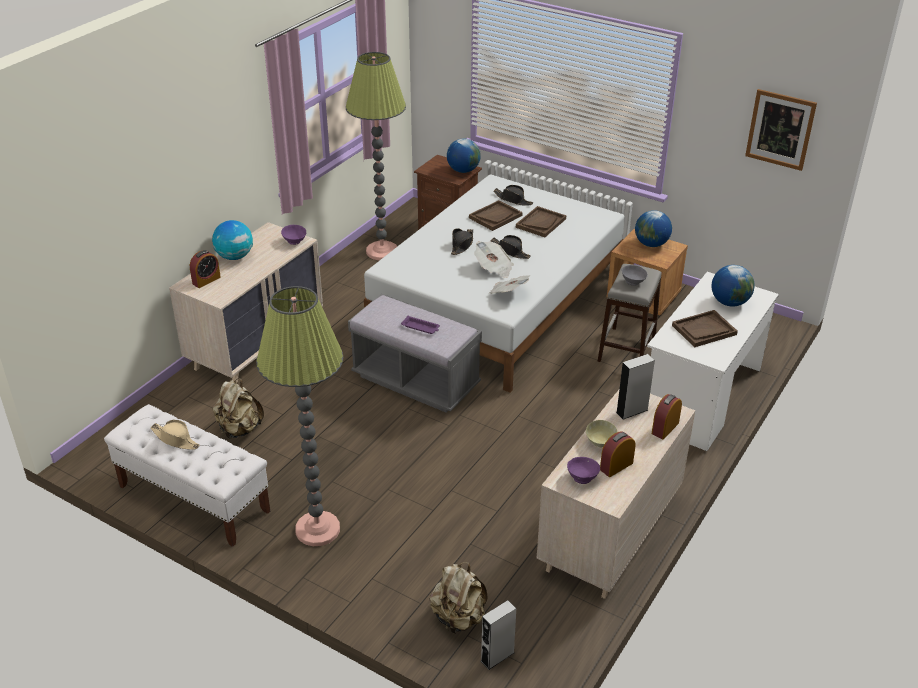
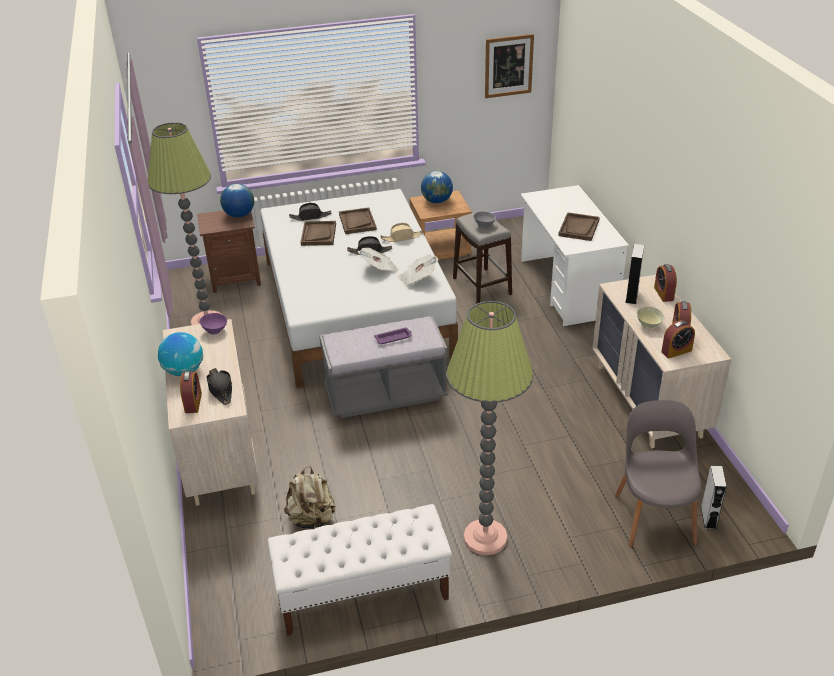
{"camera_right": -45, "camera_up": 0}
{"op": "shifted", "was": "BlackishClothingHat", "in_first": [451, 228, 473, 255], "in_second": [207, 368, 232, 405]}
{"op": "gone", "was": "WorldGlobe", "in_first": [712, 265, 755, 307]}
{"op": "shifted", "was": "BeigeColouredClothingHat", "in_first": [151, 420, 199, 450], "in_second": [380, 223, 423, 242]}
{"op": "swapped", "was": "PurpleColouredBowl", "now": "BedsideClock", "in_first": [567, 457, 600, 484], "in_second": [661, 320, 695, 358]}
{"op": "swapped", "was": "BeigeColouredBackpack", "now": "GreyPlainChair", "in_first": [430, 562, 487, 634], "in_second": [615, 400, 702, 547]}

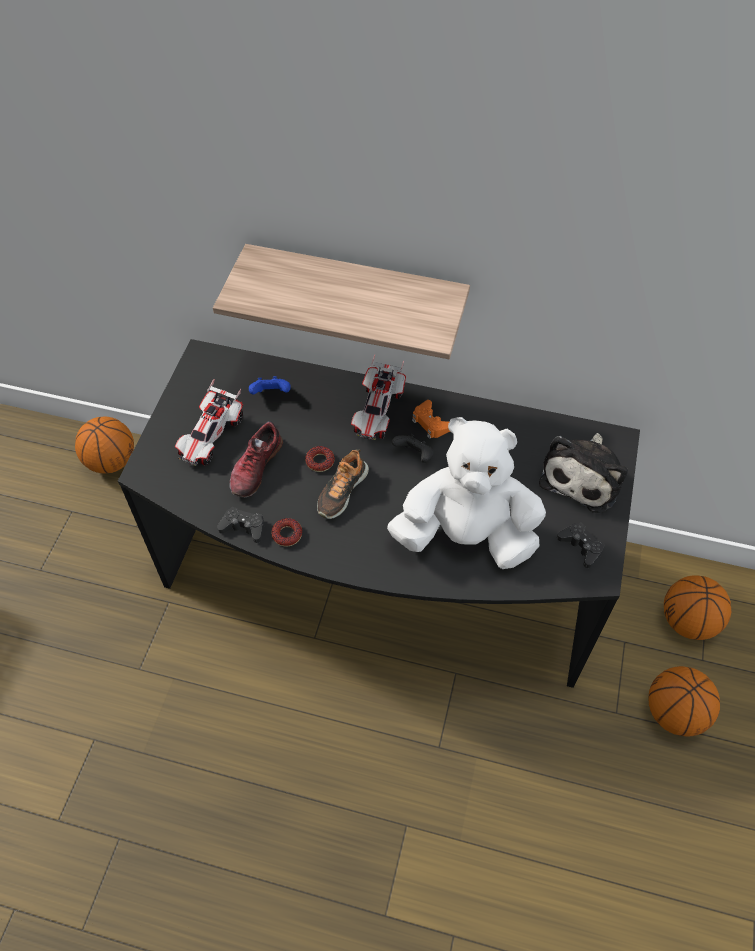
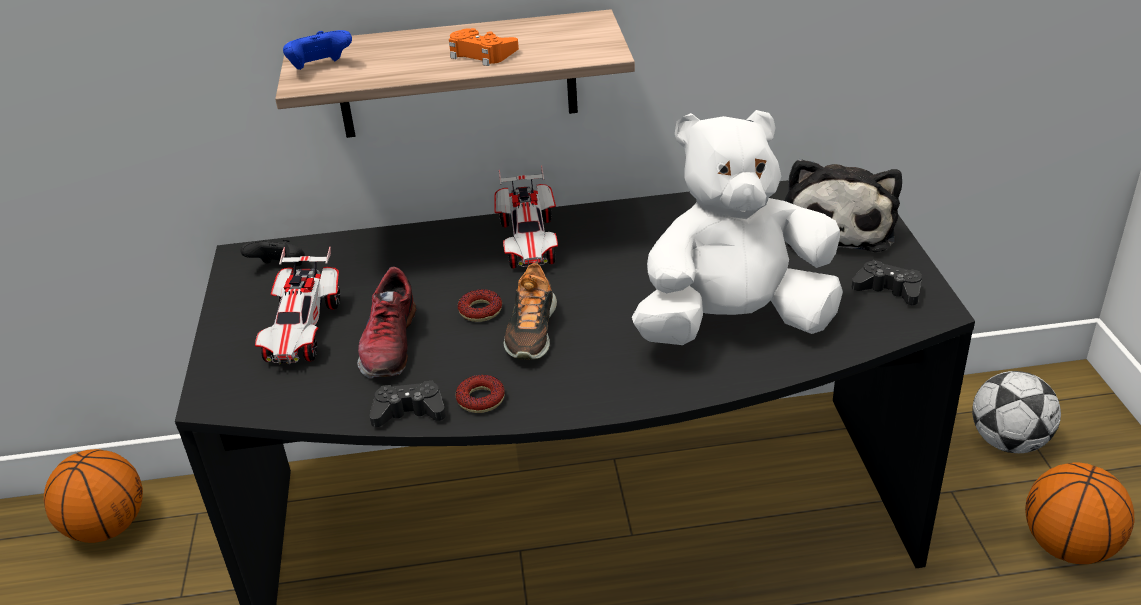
{"camera_right": -20, "camera_up": -20}
{"op": "shifted", "was": "BluishGamepad", "in_first": [249, 376, 291, 394], "in_second": [283, 30, 352, 70]}
{"op": "shifted", "was": "OrangeColouredGamepad", "in_first": [412, 400, 450, 439], "in_second": [449, 28, 519, 66]}
{"op": "shifted", "was": "BlackishGamepad", "in_first": [392, 434, 434, 463], "in_second": [240, 239, 305, 266]}
{"op": "swapped", "was": "Basketball", "now": "Football", "in_first": [664, 575, 731, 640], "in_second": [972, 371, 1061, 453]}

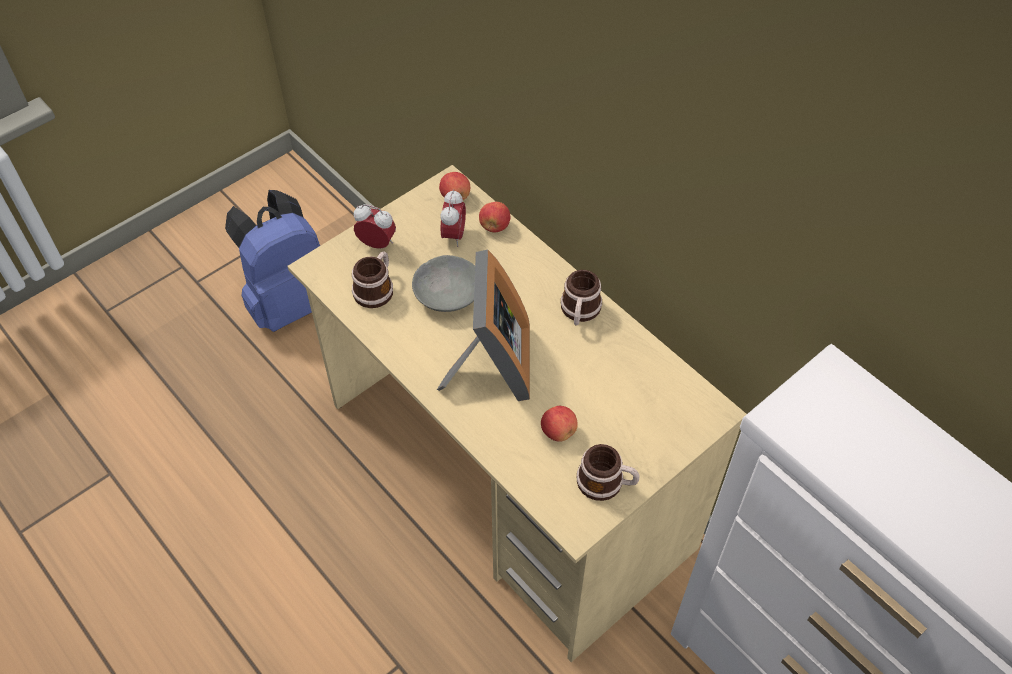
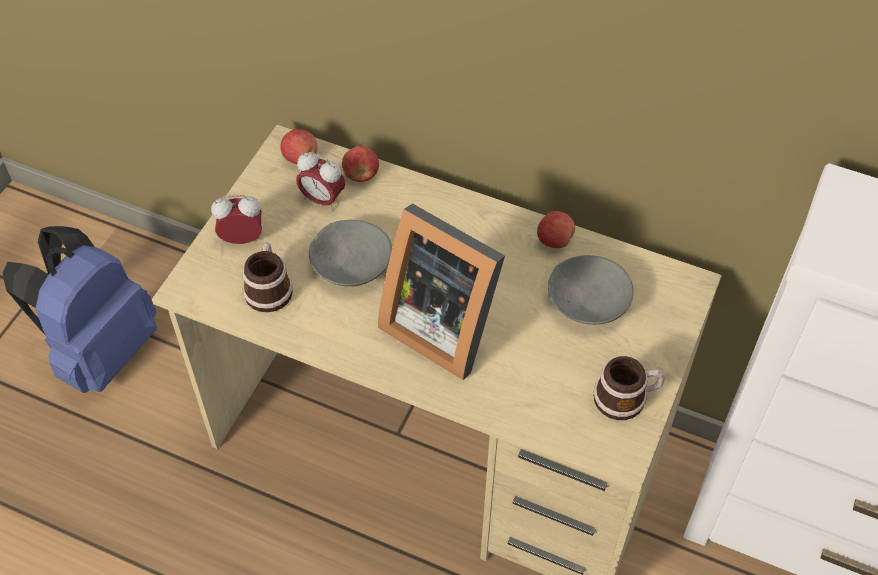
{"camera_right": -25, "camera_up": 0}
{"op": "rotated", "was": "BedsideClock", "in_first": [440, 189, 466, 247], "in_second": [296, 152, 345, 211], "clockwise": 135}
{"op": "rotated", "was": "PhotoFrame", "in_first": [437, 250, 530, 401], "in_second": [378, 203, 505, 380], "clockwise": 150}
{"op": "gone", "was": "TeaMug", "in_first": [561, 270, 602, 326]}
{"op": "shifted", "was": "AppleFruit", "in_first": [541, 406, 578, 442], "in_second": [537, 211, 575, 248]}
{"op": "new", "now": "GreyBowl", "in_second": [548, 255, 634, 325]}

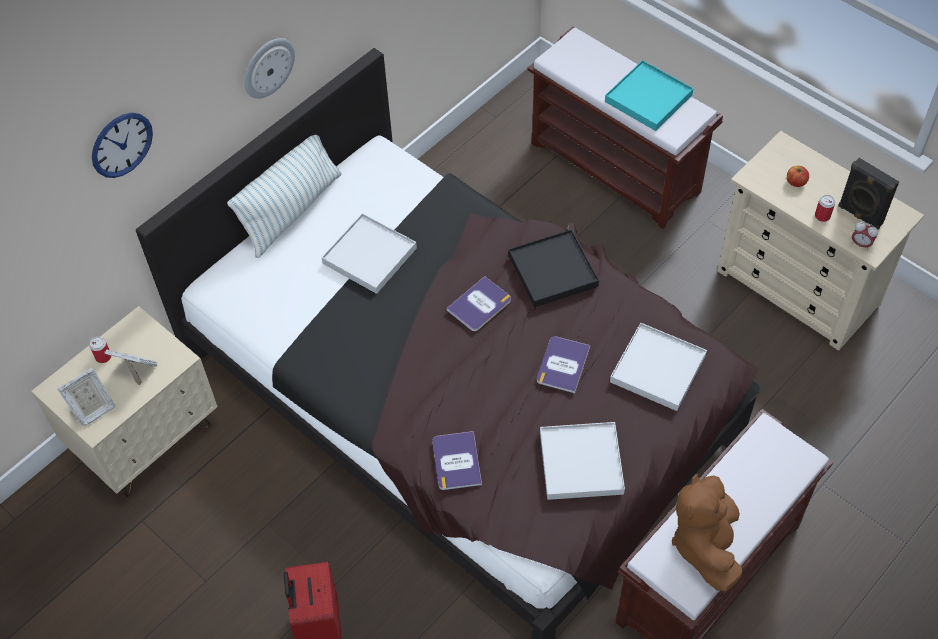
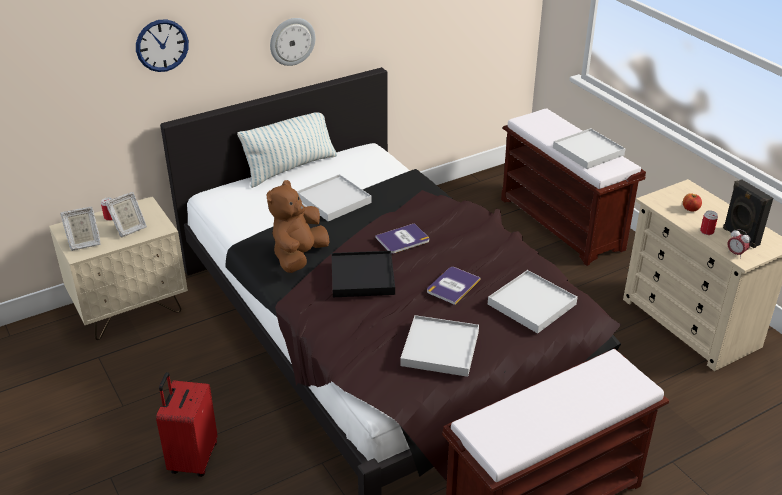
{"camera_right": 15, "camera_up": -20}
{"op": "repainted", "was": "TurquoiseCarryingTray", "now": "WhiteColouredCarryingTray", "in_first": [605, 60, 694, 131], "in_second": [553, 128, 625, 169]}
{"op": "shifted", "was": "BlackishCarryingTray", "in_first": [508, 229, 599, 307], "in_second": [331, 251, 395, 297]}
{"op": "rotated", "was": "PhotoFrame", "in_first": [104, 349, 157, 385], "in_second": [105, 192, 147, 237], "clockwise": 105}
{"op": "gone", "was": "Volume", "in_first": [433, 431, 482, 490]}
{"op": "shifted", "was": "BrownSoftToy", "in_first": [672, 474, 743, 591], "in_second": [267, 180, 329, 273]}

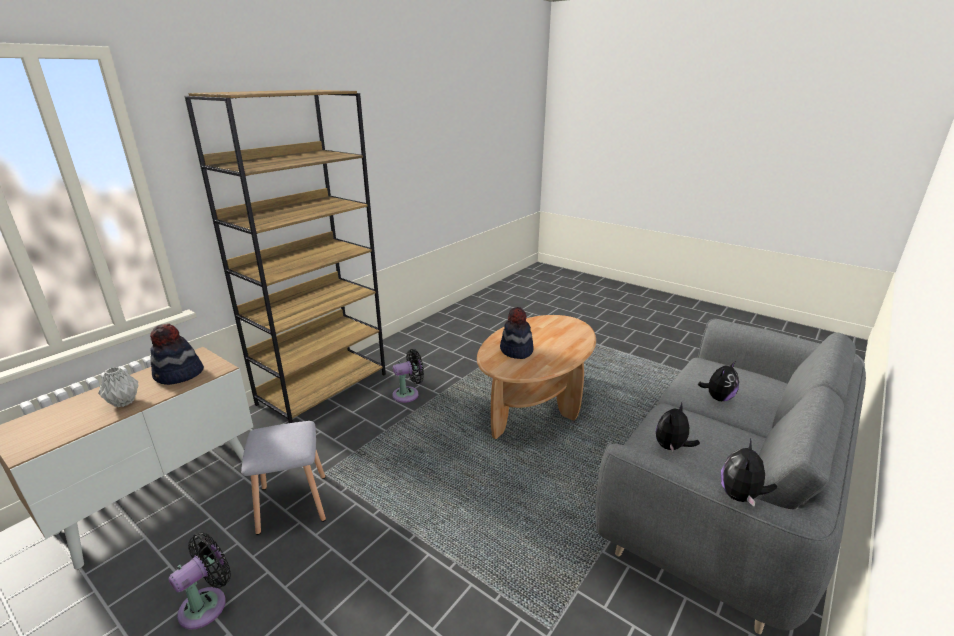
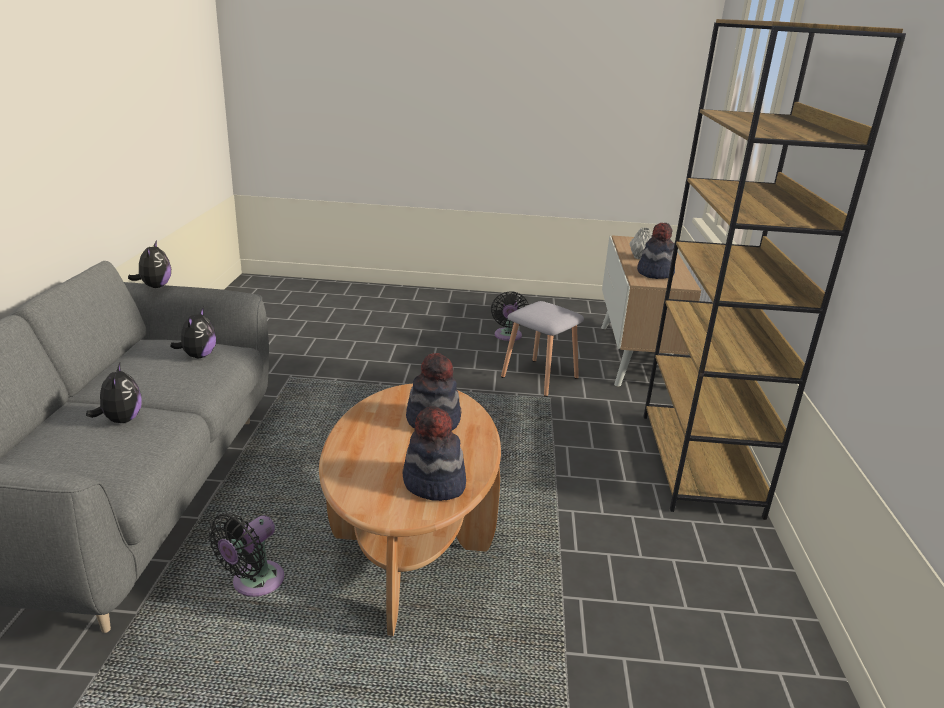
{"camera_right": 145, "camera_up": 0}
{"op": "shifted", "was": "BlackishCoolingFan", "in_first": [392, 349, 424, 403], "in_second": [209, 513, 284, 597]}
{"op": "rotated", "was": "SoftToy", "in_first": [698, 362, 739, 401], "in_second": [86, 363, 142, 423], "clockwise": 150}
{"op": "new", "now": "ClothingHat", "in_second": [402, 406, 466, 501]}

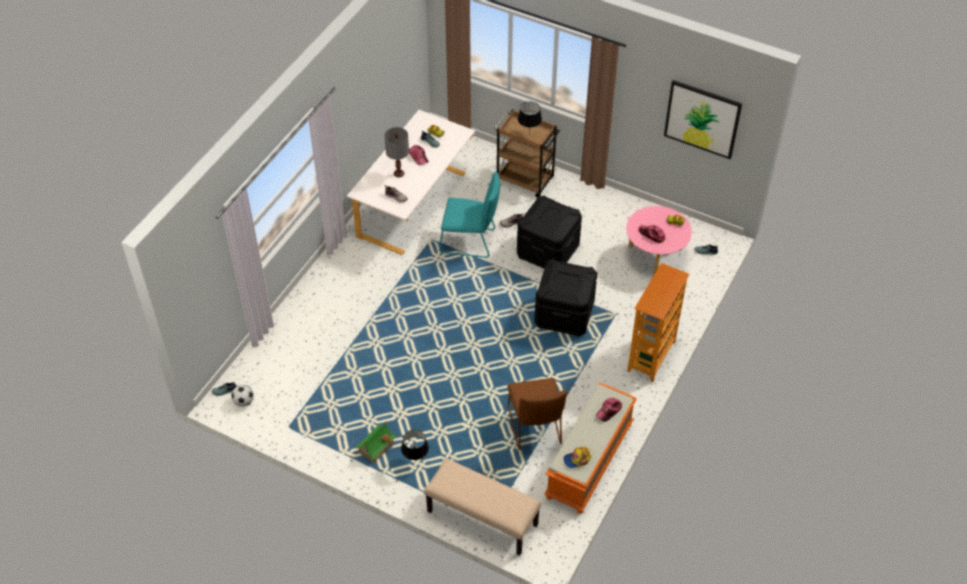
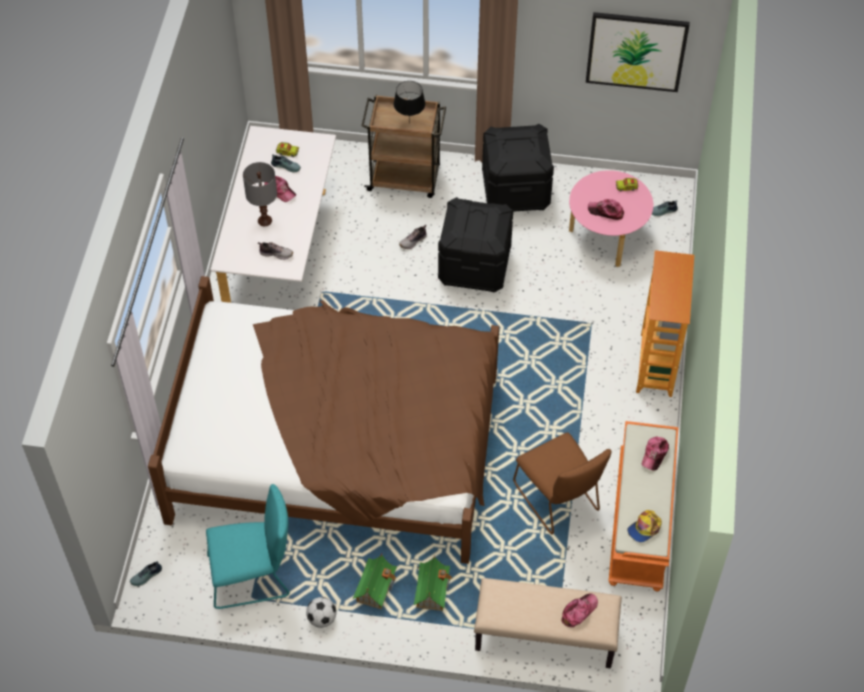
{"camera_right": -20, "camera_up": 5}
{"op": "shifted", "was": "TurquoisePlainChair", "in_first": [439, 172, 500, 258], "in_second": [206, 484, 290, 609]}
{"op": "shifted", "was": "BlackishStorageBin", "in_first": [534, 259, 597, 337], "in_second": [482, 124, 554, 212]}
{"op": "shifted", "was": "Football", "in_first": [231, 385, 254, 407], "in_second": [306, 597, 336, 628]}
{"op": "swapped", "was": "BlackishTabletopLamp", "now": "ModelHouse", "in_first": [401, 430, 429, 460], "in_second": [414, 556, 452, 611]}
{"op": "new", "now": "BrownBedroomBed", "in_second": [148, 276, 499, 564]}
{"op": "new", "now": "BaseballCap", "in_second": [561, 593, 598, 627]}

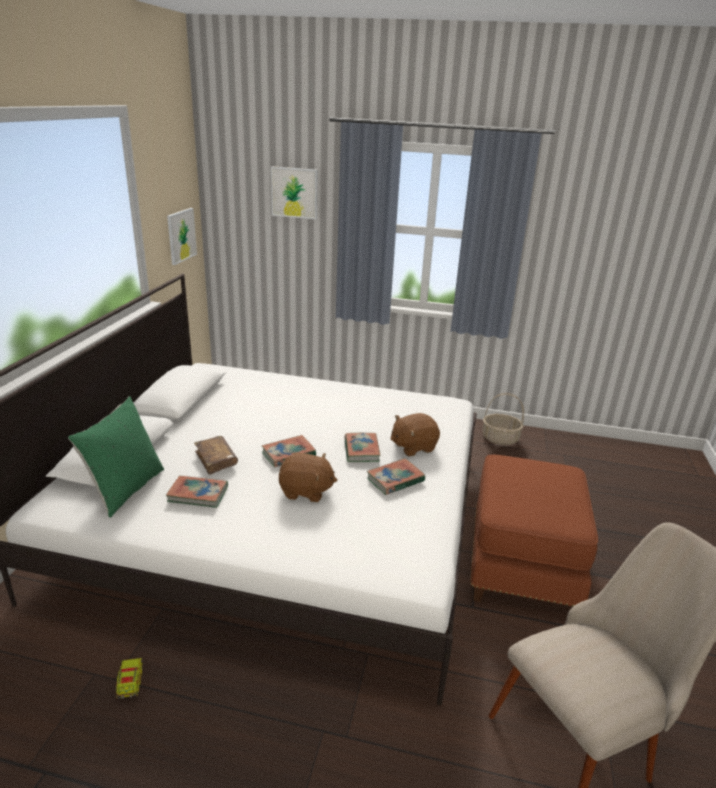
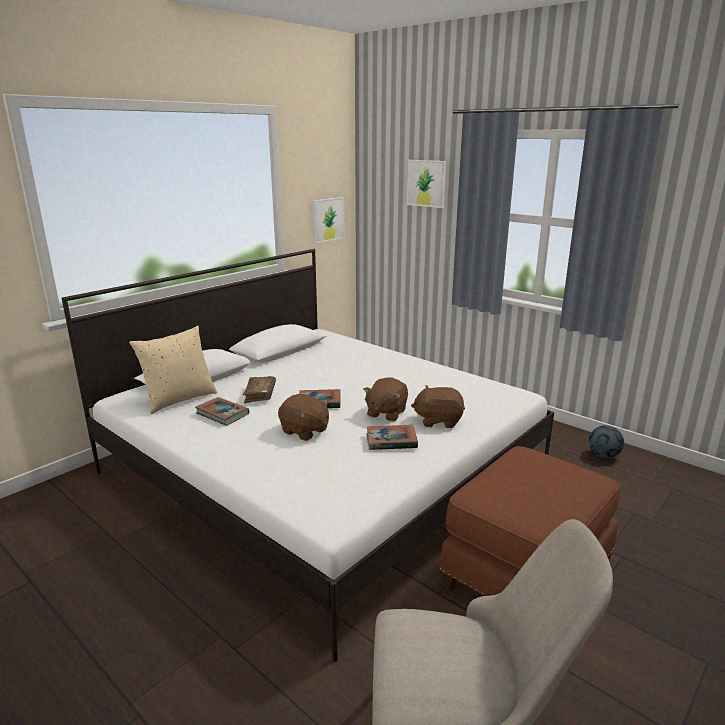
{"camera_right": 30, "camera_up": -5}
{"op": "swapped", "was": "StorageBasket", "now": "Football", "in_first": [483, 393, 524, 445], "in_second": [589, 426, 624, 458]}
{"op": "repainted", "was": "GreenPillow", "now": "BeigeColouredPillow", "in_first": [68, 396, 164, 518], "in_second": [129, 326, 217, 414]}
{"op": "swapped", "was": "Volume", "now": "BrownSoftToy", "in_first": [344, 433, 381, 462], "in_second": [363, 378, 408, 421]}
{"op": "gone", "was": "ToyTruck", "in_first": [116, 658, 143, 699]}

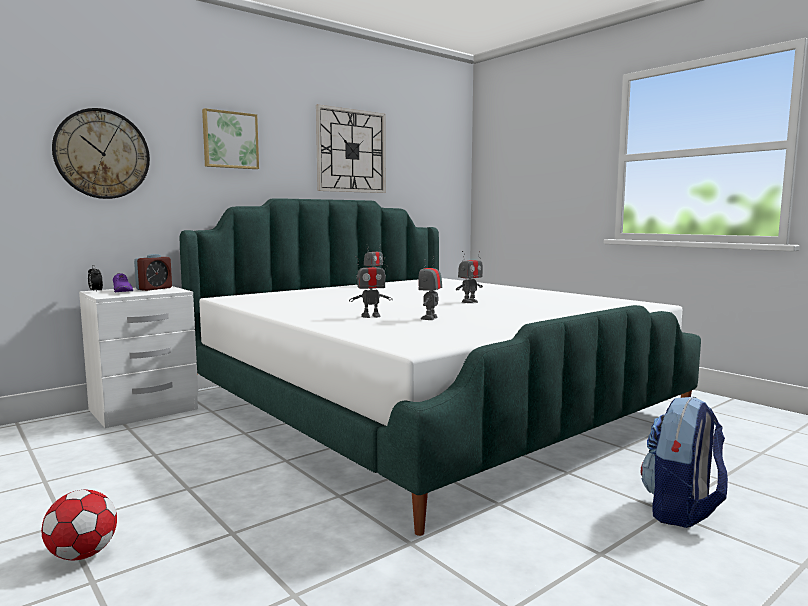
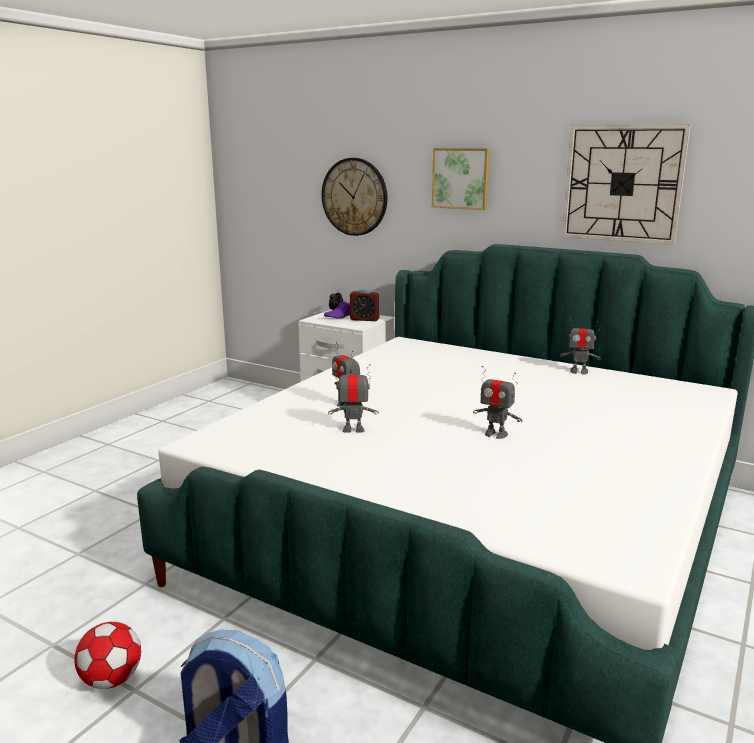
{"camera_right": 70, "camera_up": 10}
{"op": "shifted", "was": "Football", "in_first": [41, 490, 117, 560], "in_second": [74, 622, 141, 689]}

